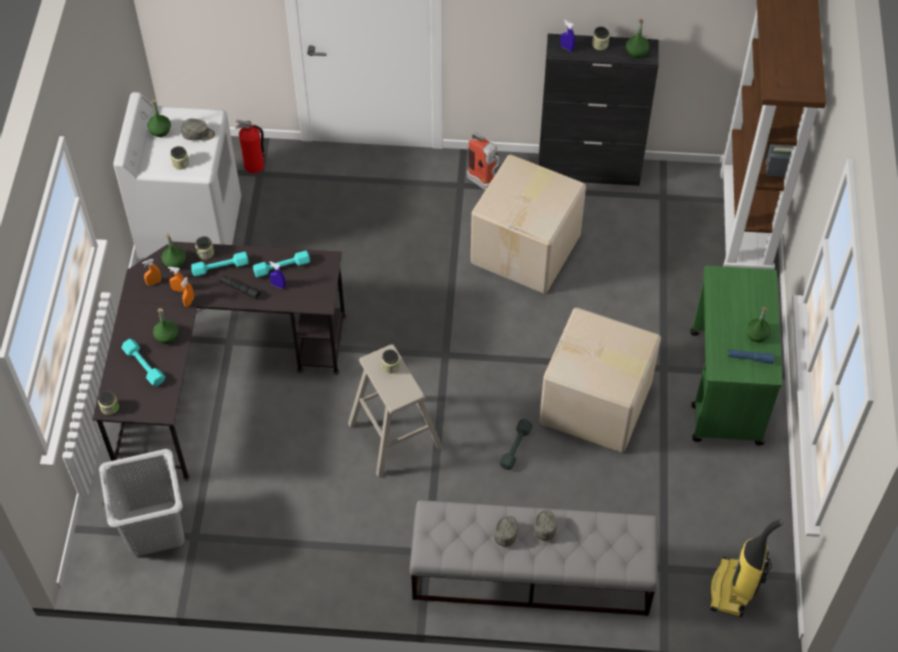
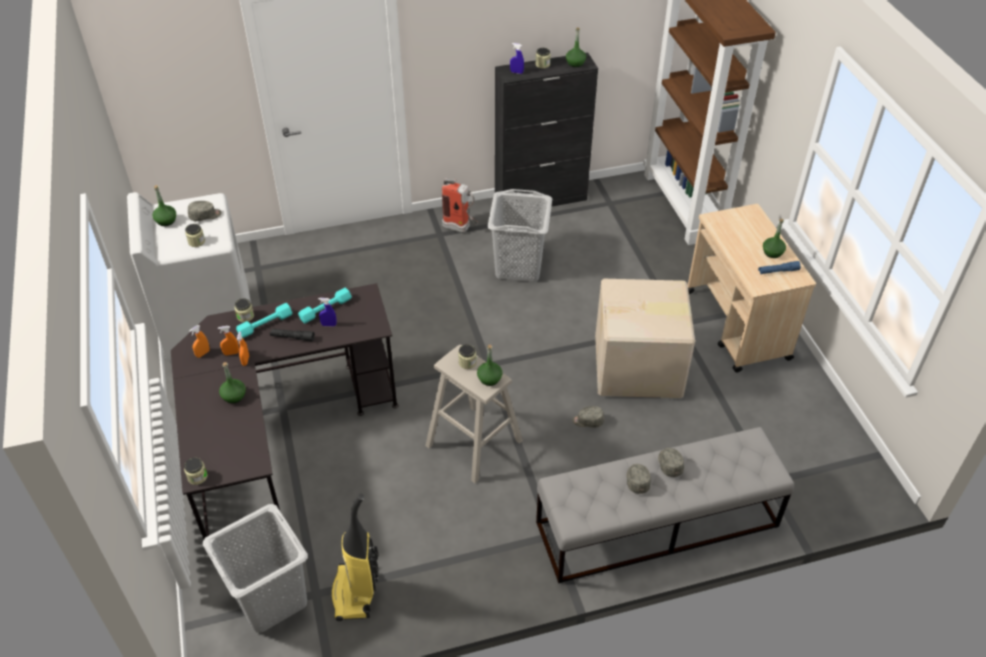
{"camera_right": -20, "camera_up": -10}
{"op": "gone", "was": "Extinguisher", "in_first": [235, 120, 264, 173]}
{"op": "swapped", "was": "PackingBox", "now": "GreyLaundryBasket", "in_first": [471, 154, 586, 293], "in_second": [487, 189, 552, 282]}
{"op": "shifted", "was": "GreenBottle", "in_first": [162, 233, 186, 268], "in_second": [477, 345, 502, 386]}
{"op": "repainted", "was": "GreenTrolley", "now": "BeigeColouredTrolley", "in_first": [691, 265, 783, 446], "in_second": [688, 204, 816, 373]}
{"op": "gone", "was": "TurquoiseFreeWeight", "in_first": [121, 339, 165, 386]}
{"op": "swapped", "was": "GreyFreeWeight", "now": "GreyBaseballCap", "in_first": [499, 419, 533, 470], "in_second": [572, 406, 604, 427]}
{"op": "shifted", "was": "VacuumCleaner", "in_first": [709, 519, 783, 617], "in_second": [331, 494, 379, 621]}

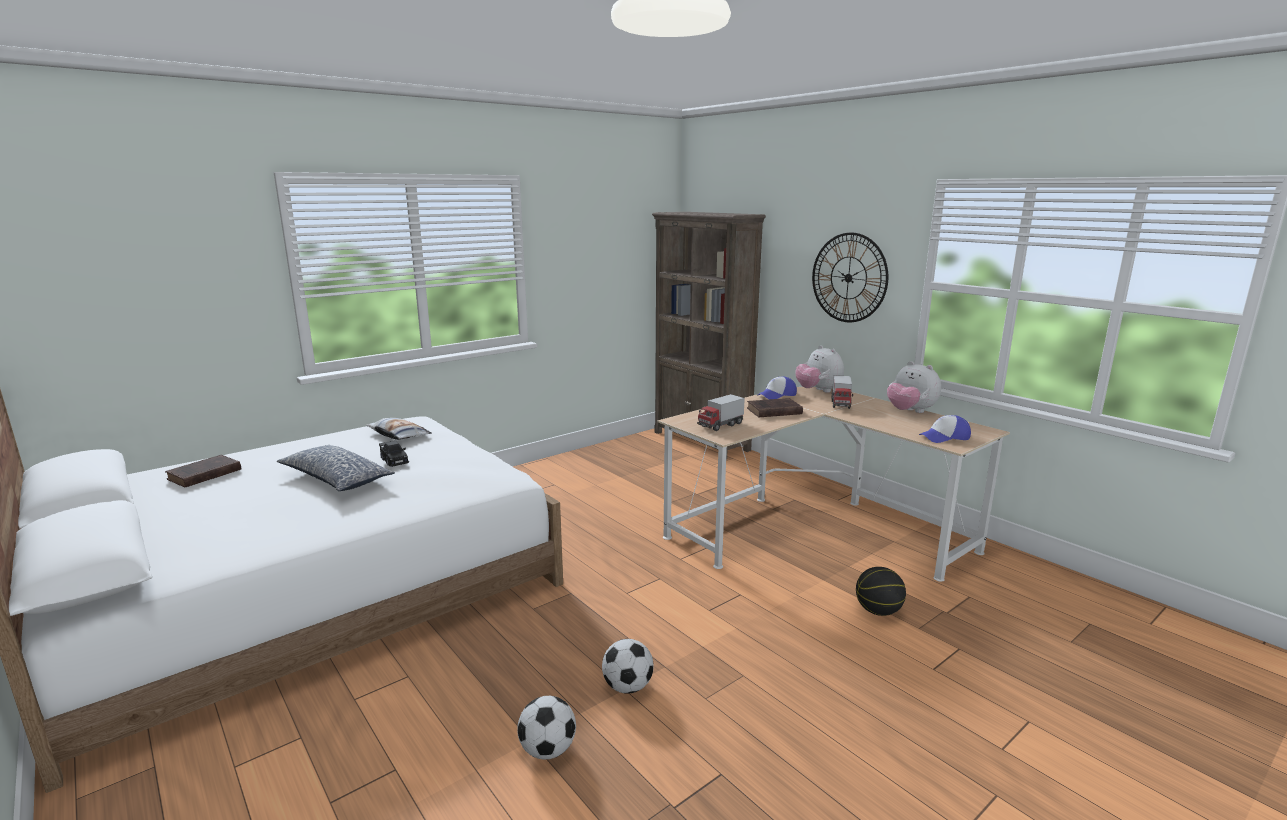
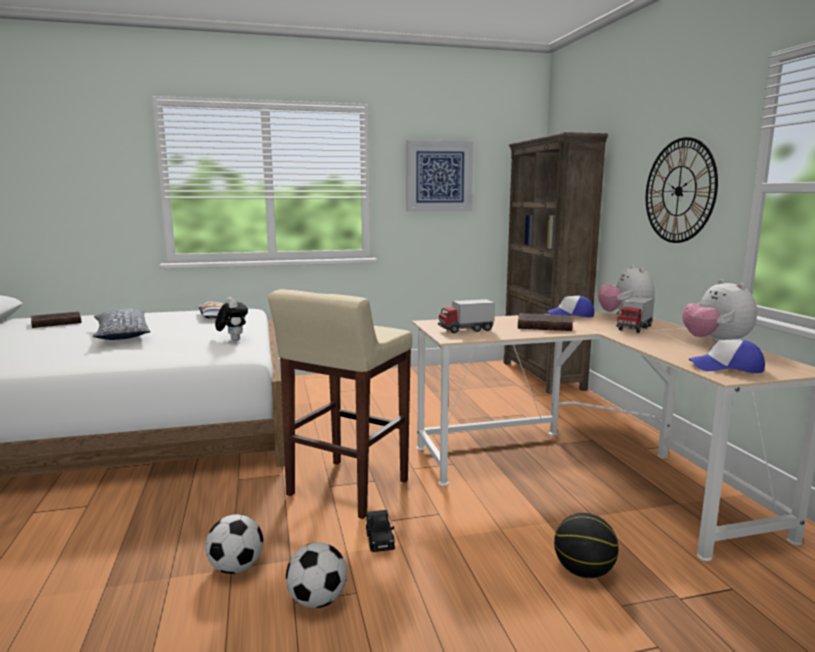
{"camera_right": 25, "camera_up": -5}
{"op": "shifted", "was": "BlackishMiniatureCar", "in_first": [379, 440, 409, 467], "in_second": [366, 510, 395, 552]}
{"op": "shifted", "was": "Football", "in_first": [517, 696, 576, 760], "in_second": [286, 542, 347, 608]}
{"op": "new", "now": "Picture", "in_second": [406, 140, 474, 212]}
{"op": "new", "now": "BeigeColouredStoolSeat", "in_second": [268, 289, 412, 519]}
{"op": "new", "now": "SoftToy", "in_second": [215, 298, 248, 341]}

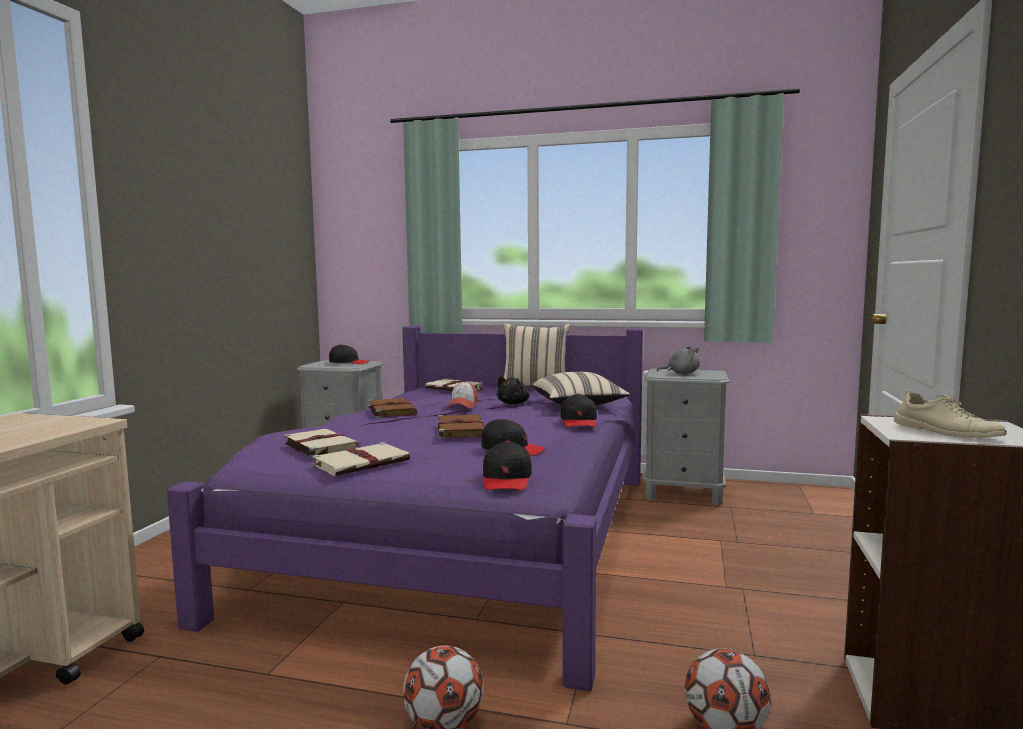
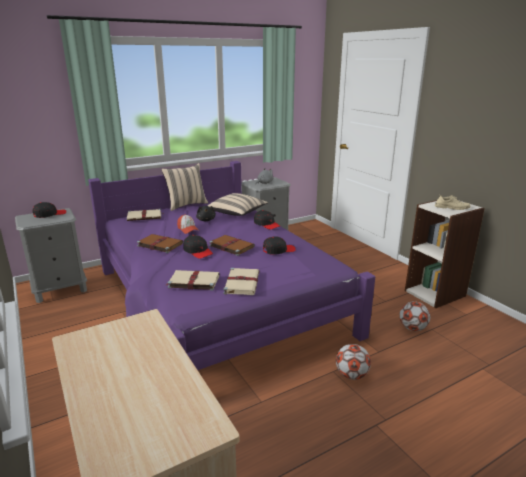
{"camera_right": -45, "camera_up": 15}
{"op": "shifted", "was": "BlackishBaseballCap", "in_first": [483, 441, 532, 490], "in_second": [183, 235, 213, 259]}

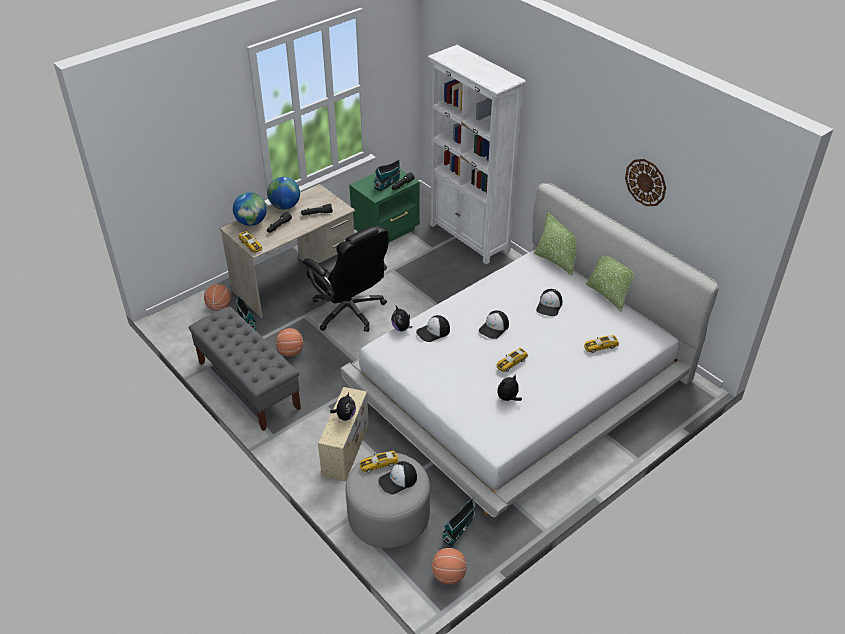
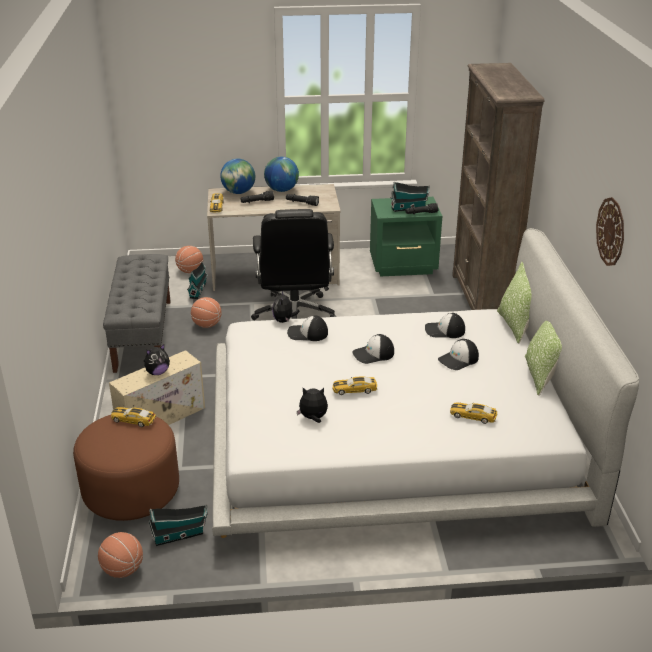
{"camera_right": 35, "camera_up": -10}
{"op": "repainted", "was": "WhiteColouredBookshelf", "now": "BrownBookshelf", "in_first": [428, 45, 526, 264], "in_second": [452, 63, 544, 310]}
{"op": "repainted", "was": "GreyPouffe", "now": "BrownPouffe", "in_first": [345, 452, 430, 549], "in_second": [73, 415, 179, 521]}
{"op": "shifted", "was": "BaseballCap", "in_first": [378, 461, 417, 494], "in_second": [425, 313, 465, 338]}

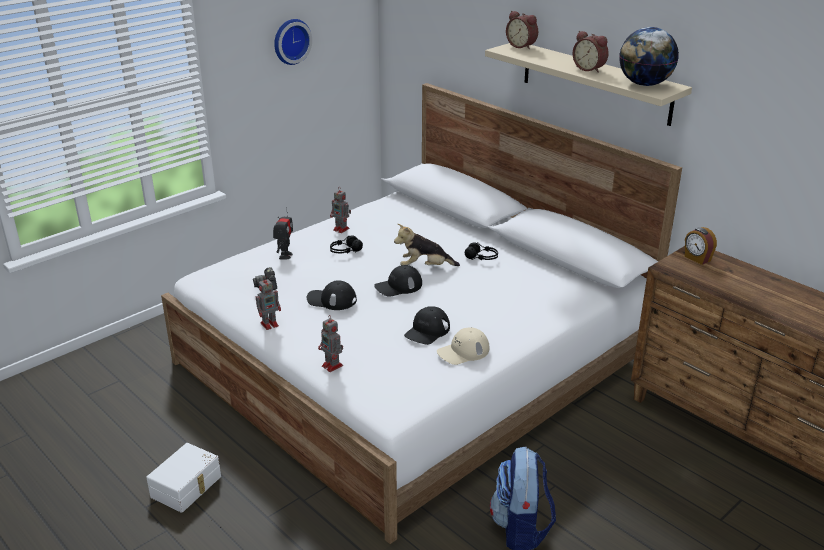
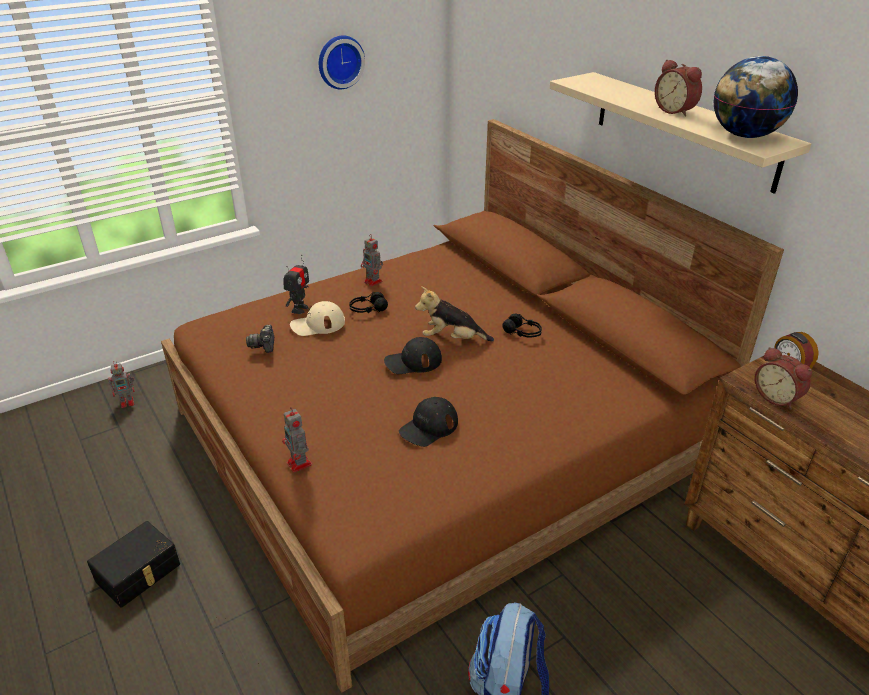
{"camera_right": 10, "camera_up": 5}
{"op": "shifted", "was": "BedsideClock", "in_first": [506, 11, 538, 50], "in_second": [755, 347, 812, 409]}
{"op": "repainted", "was": "WhiteColouredBedroomBed", "now": "BrownBedroomBed", "in_first": [161, 83, 682, 544], "in_second": [161, 119, 784, 693]}
{"op": "shifted", "was": "ModelRobot", "in_first": [256, 276, 281, 330], "in_second": [108, 361, 135, 408]}
{"op": "gone", "was": "BlackishBaseballCap", "in_first": [307, 280, 357, 310]}
{"op": "shifted", "was": "BeigeColouredBaseballCap", "in_first": [437, 327, 489, 365], "in_second": [290, 301, 345, 336]}
{"op": "repainted", "was": "WhiteColouredStorageBin", "now": "BlackishStorageBin", "in_first": [146, 443, 221, 513], "in_second": [87, 521, 180, 608]}

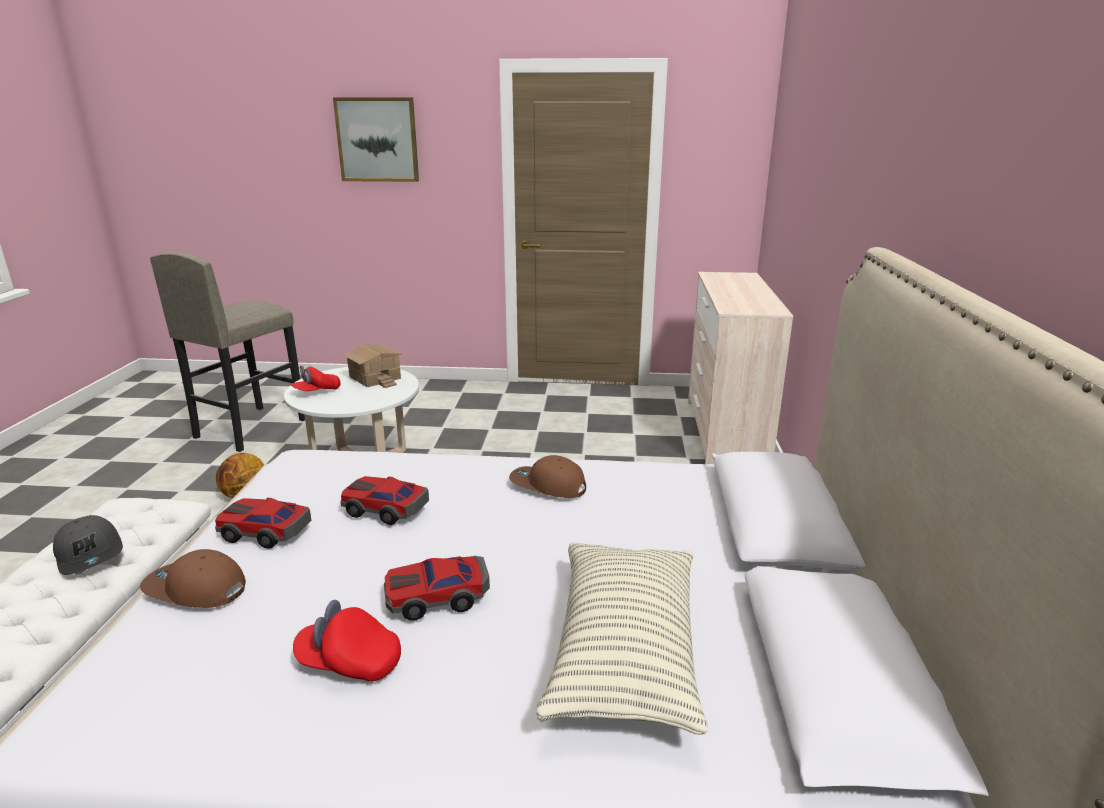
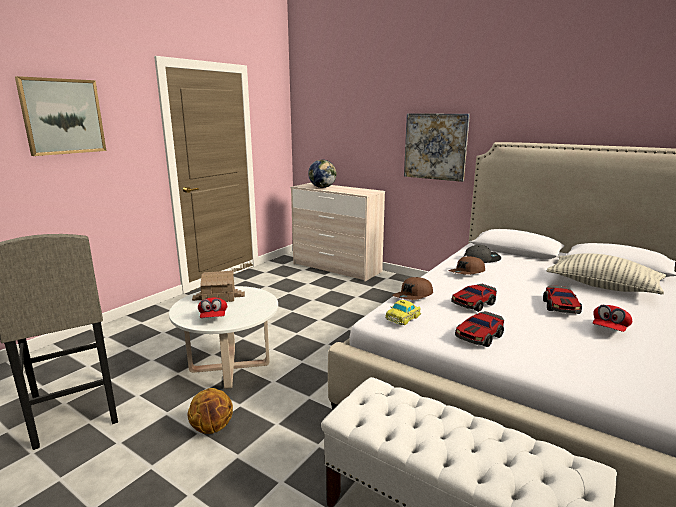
{"camera_right": -60, "camera_up": -5}
{"op": "shifted", "was": "GreyBaseballCap", "in_first": [53, 515, 123, 575], "in_second": [464, 245, 501, 263]}
{"op": "shifted", "was": "BrownBaseballCap", "in_first": [140, 549, 246, 608], "in_second": [392, 277, 433, 300]}
{"op": "new", "now": "Picture", "in_second": [404, 113, 470, 182]}
{"op": "new", "now": "WorldGlobe", "in_second": [308, 159, 337, 188]}
{"op": "new", "now": "MiniatureCar", "in_second": [385, 300, 421, 325]}

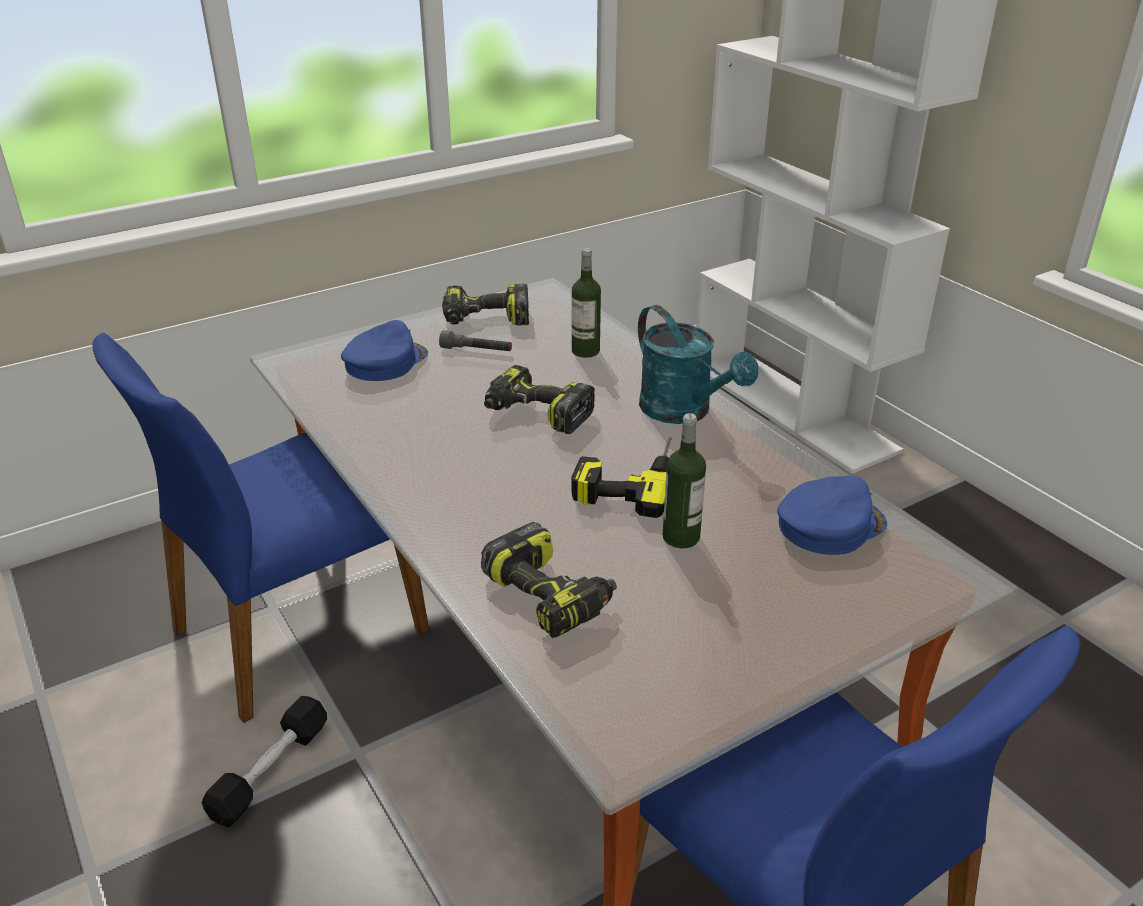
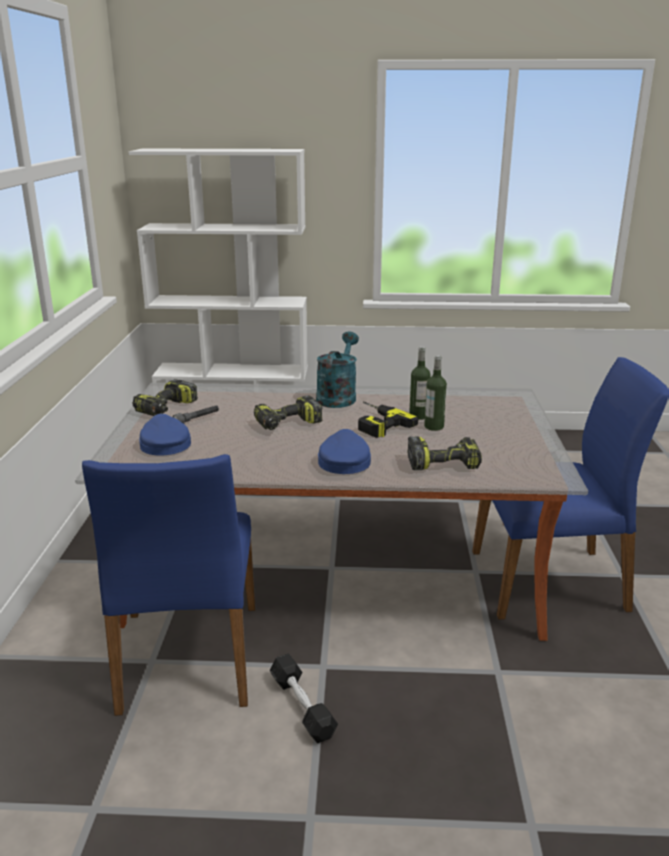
{"camera_right": -55, "camera_up": -10}
{"op": "shifted", "was": "Bottle", "in_first": [572, 248, 601, 358], "in_second": [409, 346, 431, 420]}
{"op": "rotated", "was": "TurquoiseWateringCan", "in_first": [638, 305, 758, 424], "in_second": [316, 331, 359, 408], "clockwise": -75}
{"op": "shifted", "was": "BluishBaseballCap", "in_first": [777, 475, 887, 555], "in_second": [318, 429, 371, 474]}

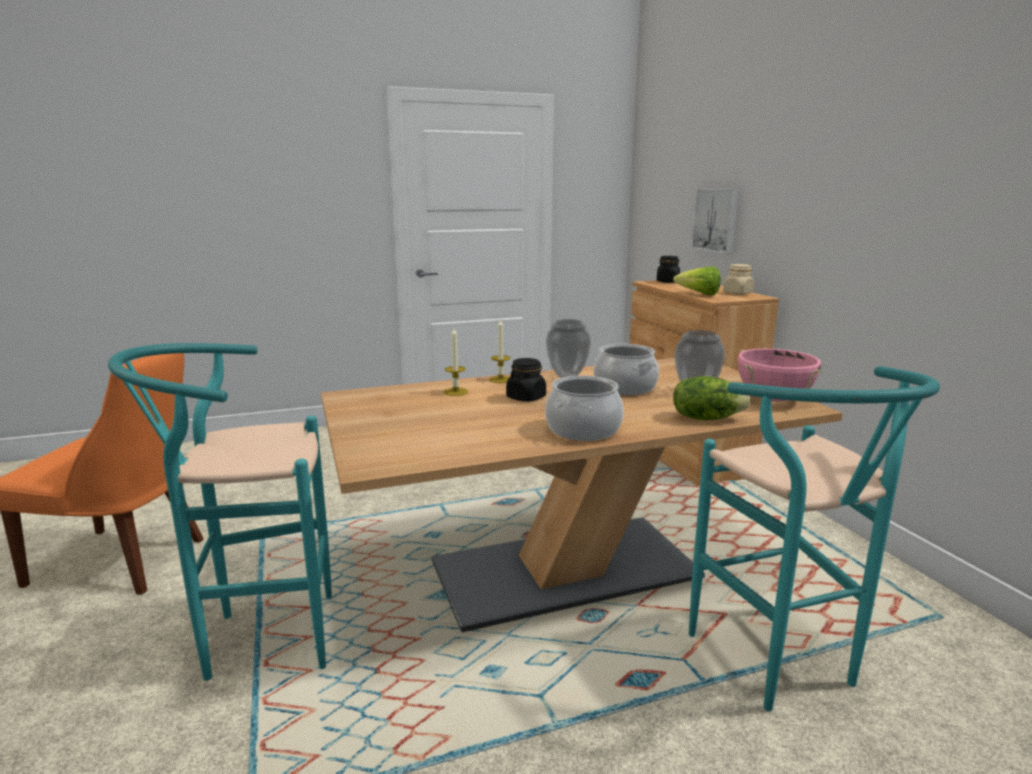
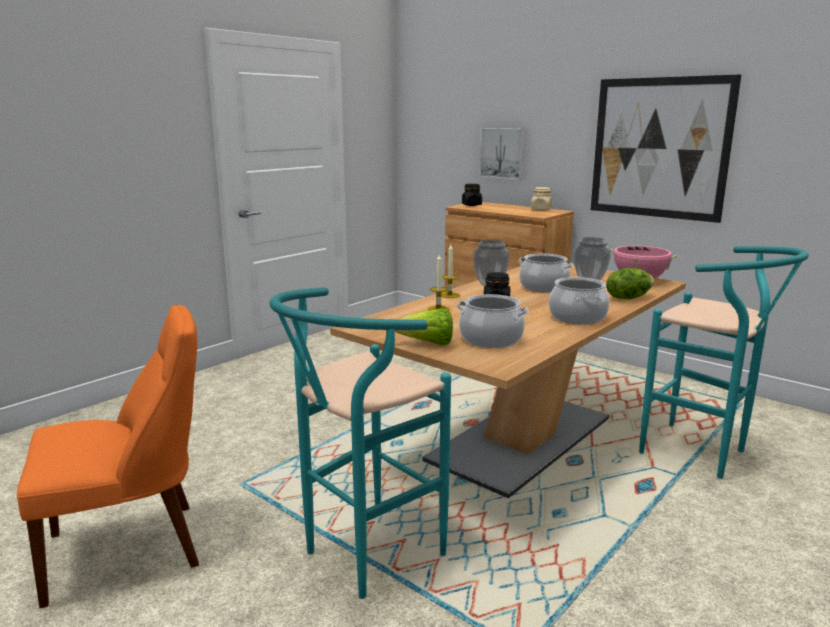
{"camera_right": -30, "camera_up": 0}
{"op": "shifted", "was": "LettuceHead", "in_first": [673, 266, 721, 295], "in_second": [394, 308, 453, 345]}
{"op": "new", "now": "Picture", "in_second": [591, 74, 741, 223]}
{"op": "new", "now": "Saucepot", "in_second": [457, 294, 529, 348]}

